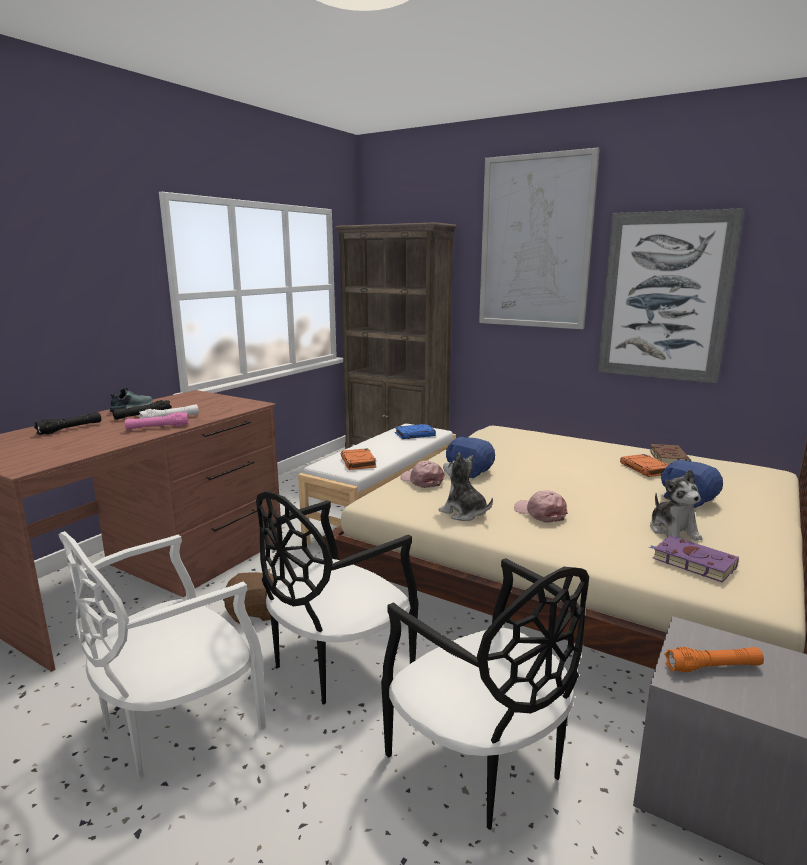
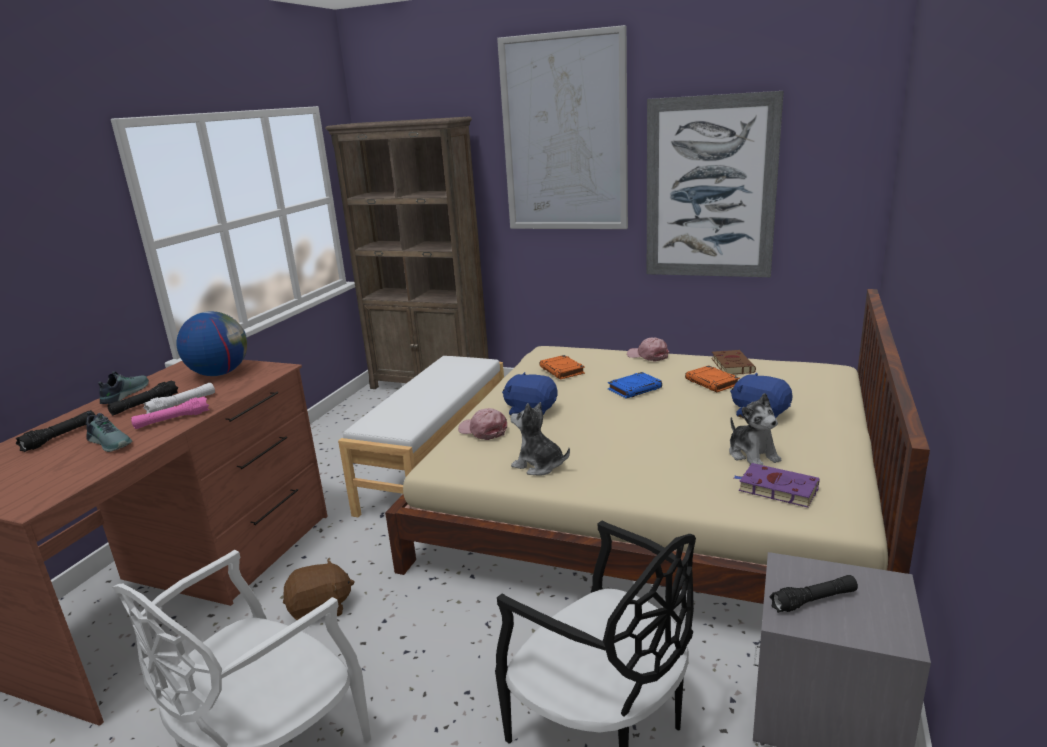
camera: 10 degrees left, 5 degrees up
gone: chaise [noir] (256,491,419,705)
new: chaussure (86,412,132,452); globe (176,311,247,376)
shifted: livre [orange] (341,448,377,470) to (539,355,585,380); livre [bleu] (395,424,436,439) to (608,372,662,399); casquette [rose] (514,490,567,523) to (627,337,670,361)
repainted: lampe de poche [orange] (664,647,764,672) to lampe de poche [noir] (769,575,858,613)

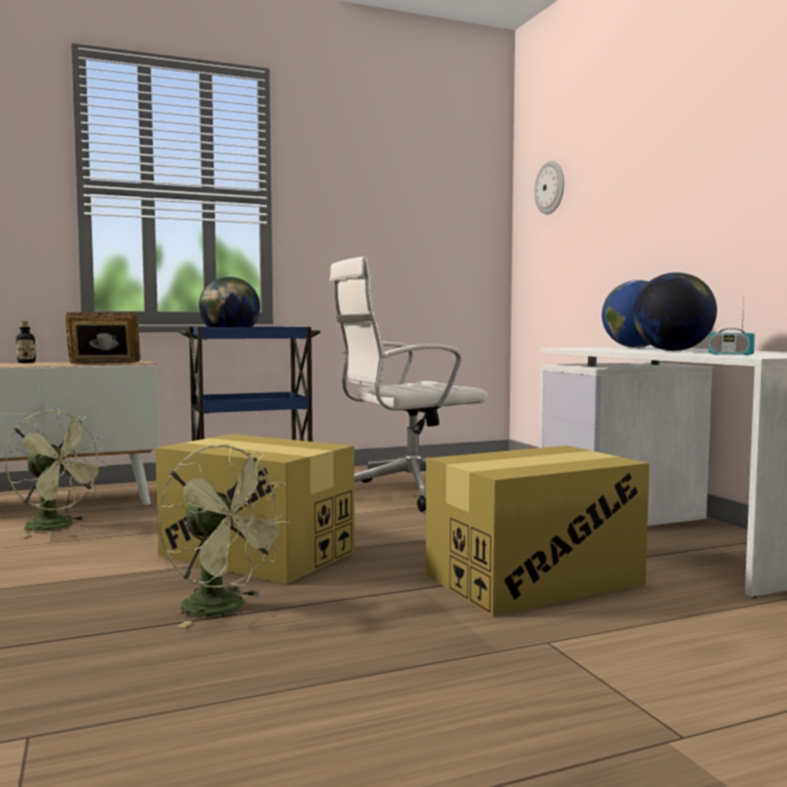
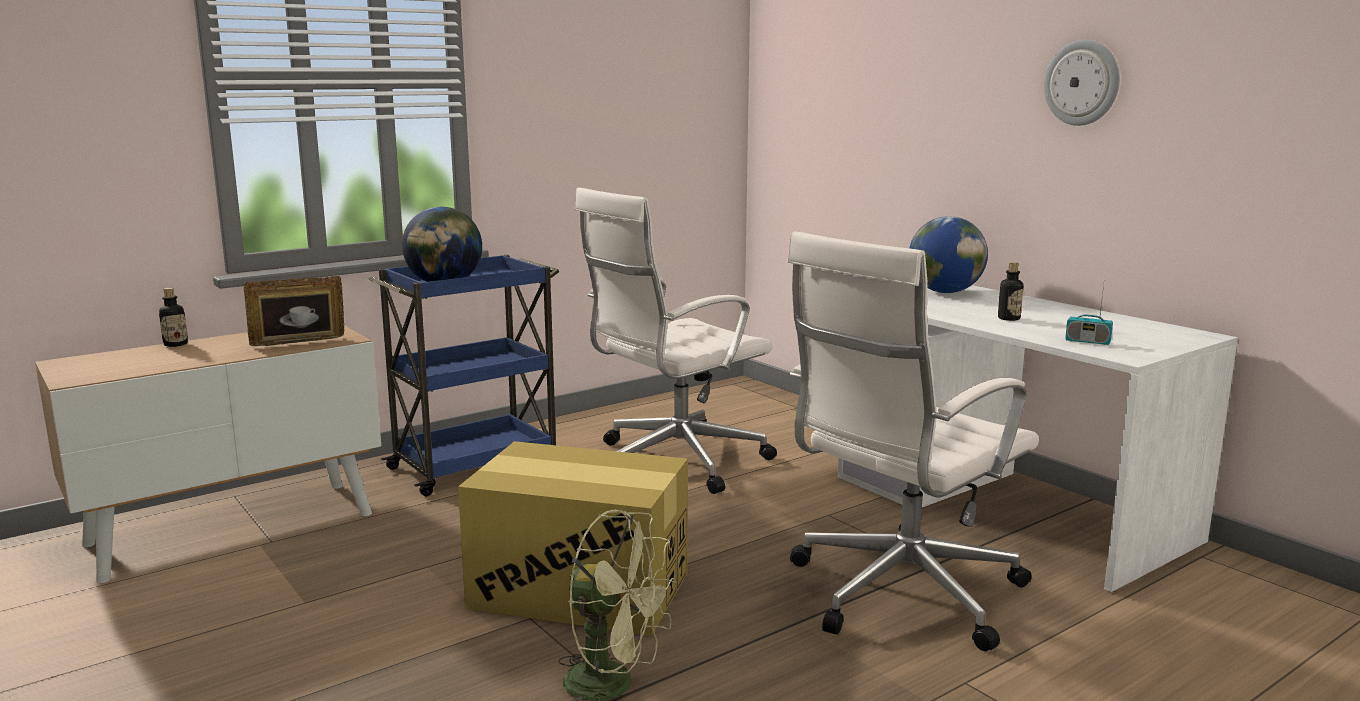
camera: 15 degrees left, 10 degrees up
gone: ventilateur [vert] (5,409,107,536)
shifted: horloge murale (534,161,564,214) to (1044,40,1120,126)
swapped: carton (426,445,649,616) to chaise de bureau [blanc] (787,231,1039,651); globe (633,272,717,351) to bouteille (998,262,1023,321)

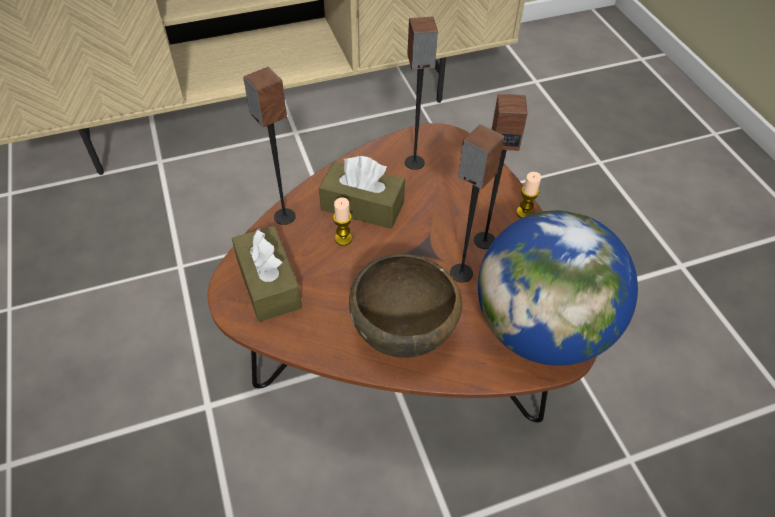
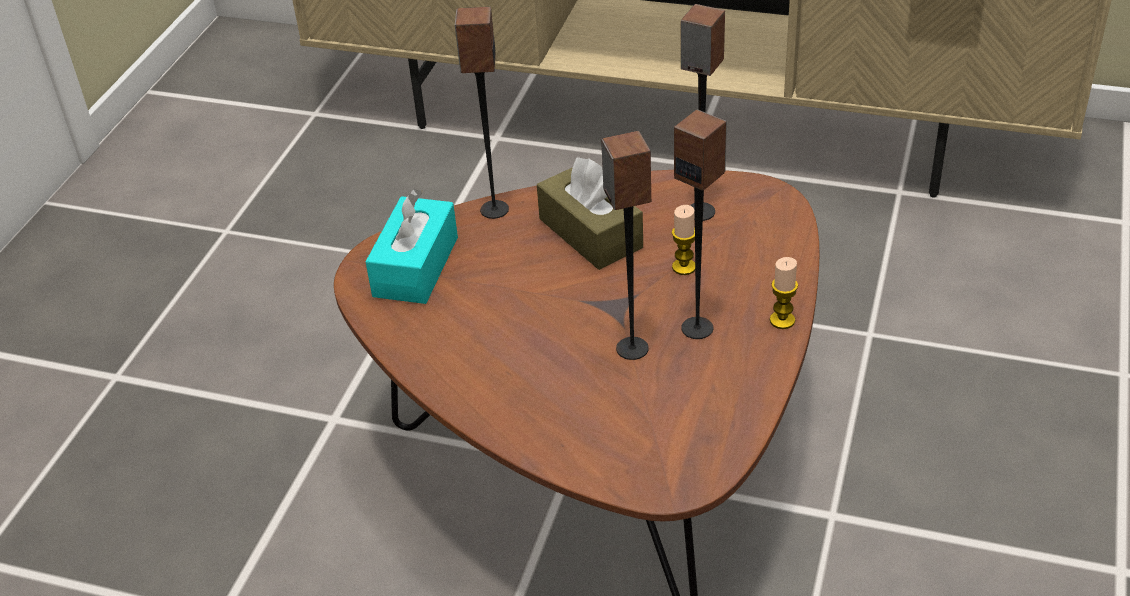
camera: 40 degrees right, 10 degrees down
gone: bol [marron] (349,254,462,358); globe (478,210,638,366)
shifted: bougie (333,197,352,246) to (672,205,695,275)
repainted: boîte à mouchoirs [marron] (232,226,302,322) to boîte à mouchoirs [turquoise] (366,189,458,304)

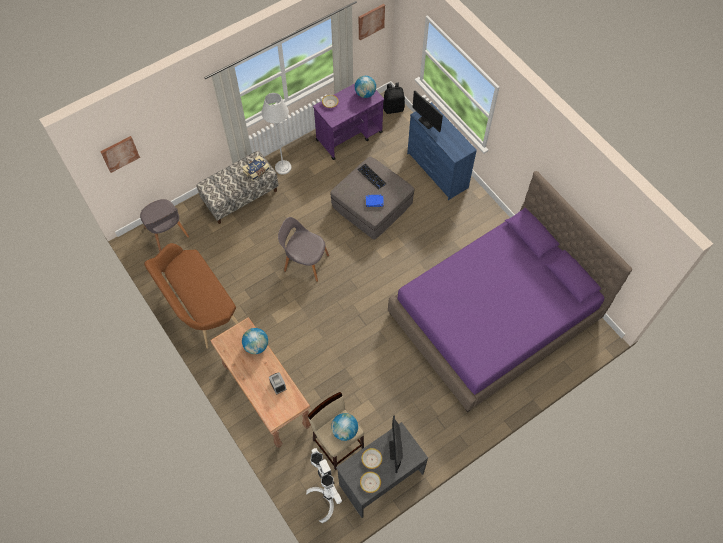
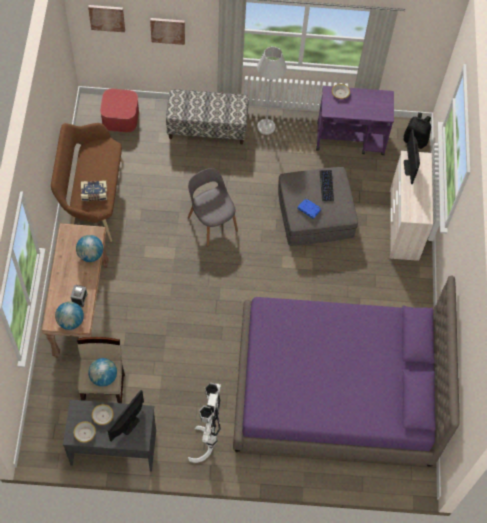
camera: 35 degrees right, 0 degrees up
shifted: livre (242,156,270,181) to (81,180,107,201); lampadaire [blanc] (306,448,342,523) to (188,382,221,463); globe (355,76,376,98) to (55,302,84,330); tableau (359,4,385,40) to (150,18,185,45)
swapped: chaise [gris] (140,199,189,252) to pouf (100,89,139,132)
repainted: commode [bleu] (407,102,477,200) to commode [beige] (389,151,433,261)

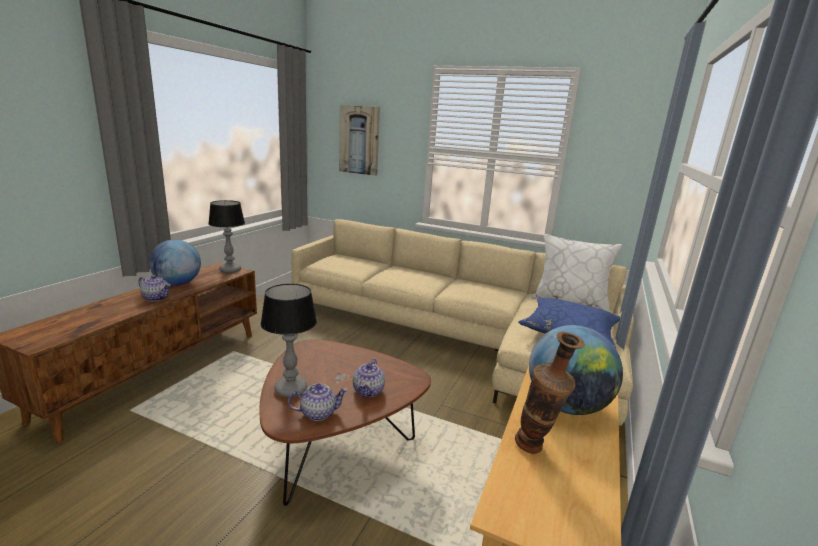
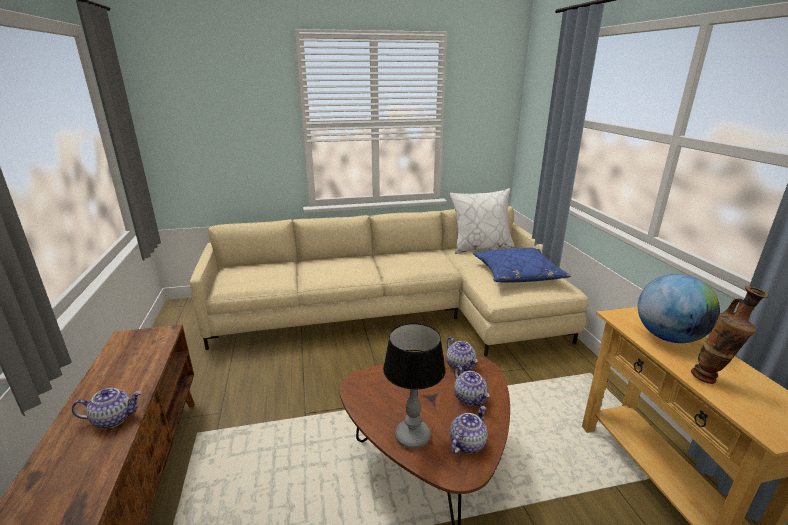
camera: 35 degrees left, 5 degrees up
gone: globe (149,240,201,286); lampe de table (208,200,245,273); tableau (339,105,380,176)
new: théière (446,337,478,372)

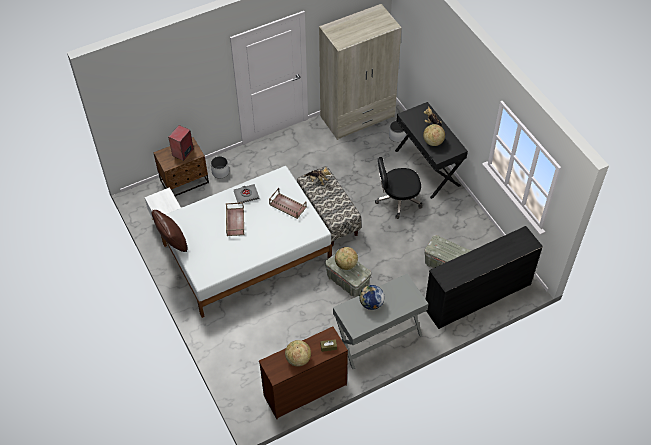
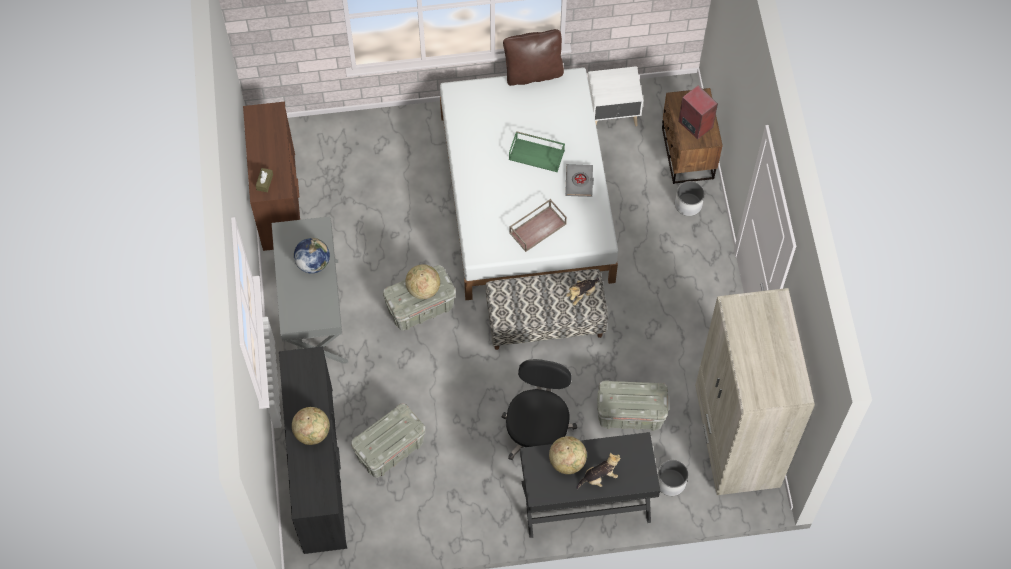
camera: 110 degrees right, 10 degrees up
new: boîte de rangement [gris] (597,380,668,431)
shifted: globe (285,340,311,367) to (292,407,330,445)
repainted: plateau [marron] (226,202,244,236) to plateau [vert] (509,131,565,172)

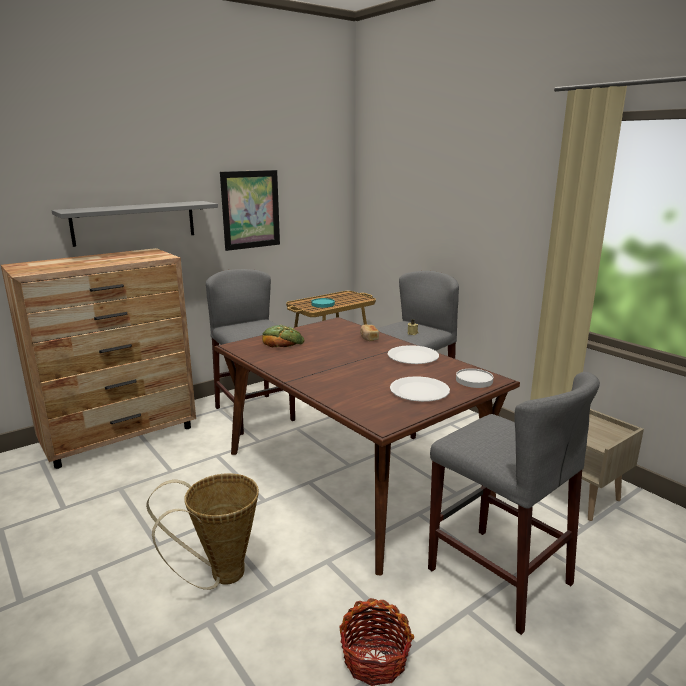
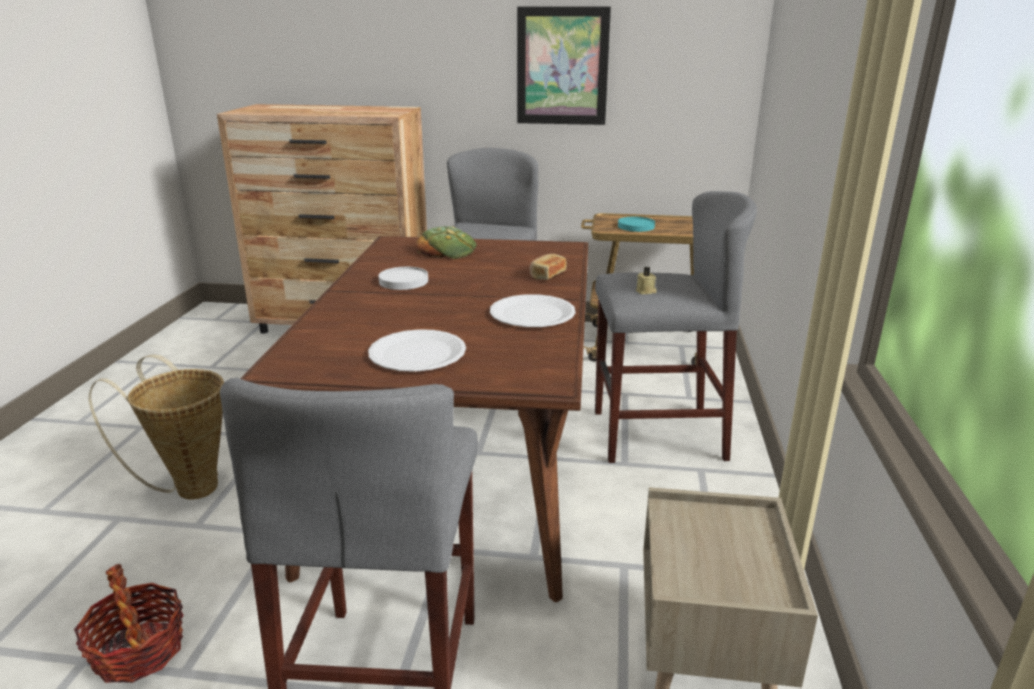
camera: 45 degrees right, 5 degrees up
gone: étagère [gris] (52,201,218,247)
shifted: assiette [blanc] (456,369,494,388) to (379,267,428,290)

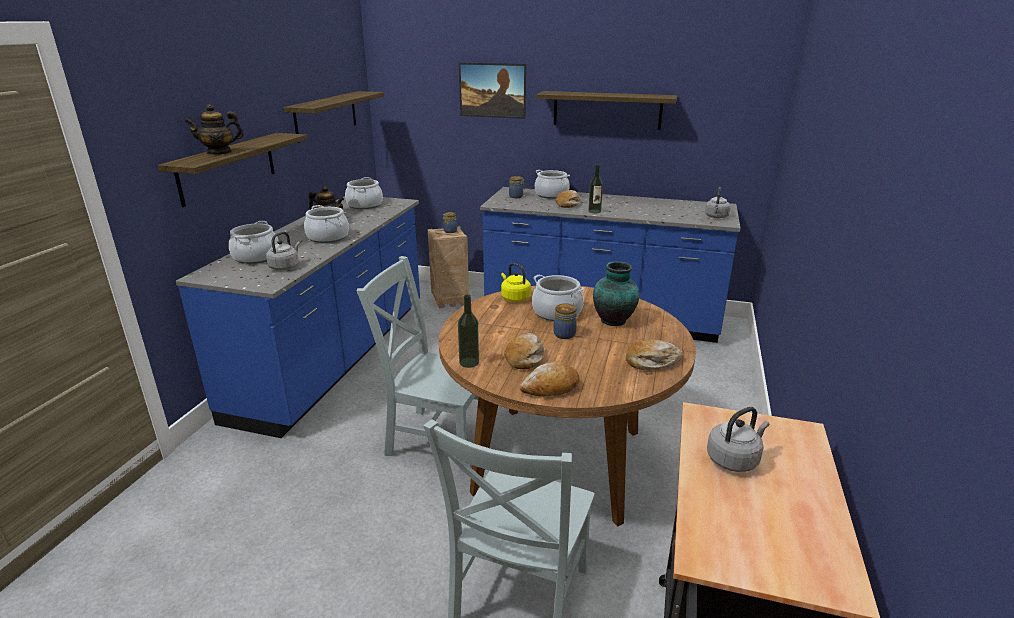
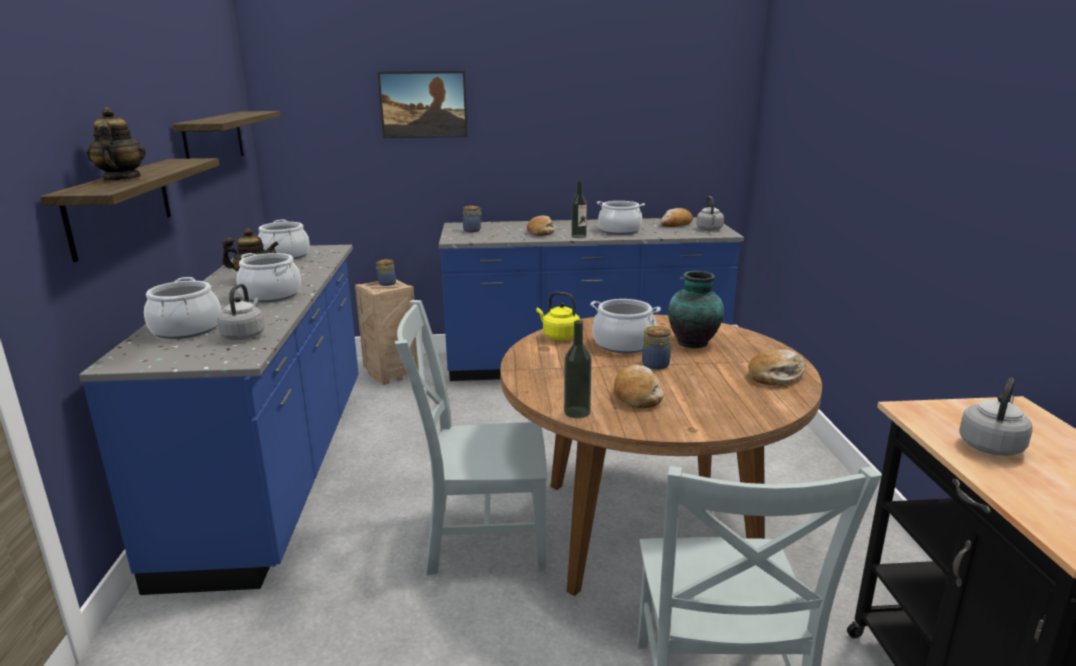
camera: 20 degrees left, 5 degrees down
gone: étagère (536,91,677,130)
shifted: pain (520,361,580,396) to (660,208,693,227); marmite (535,170,570,199) to (597,201,645,235)
rotated: théière (184,104,244,155) = (87,107,146,181) 120 degrees clockwise

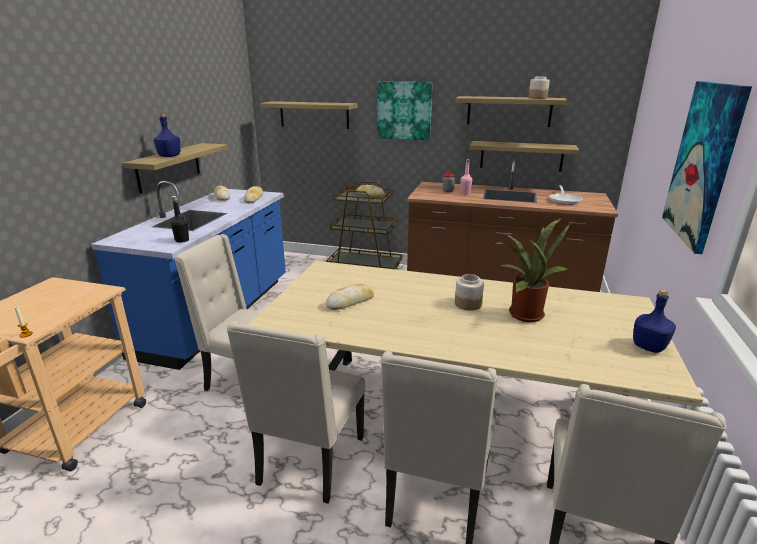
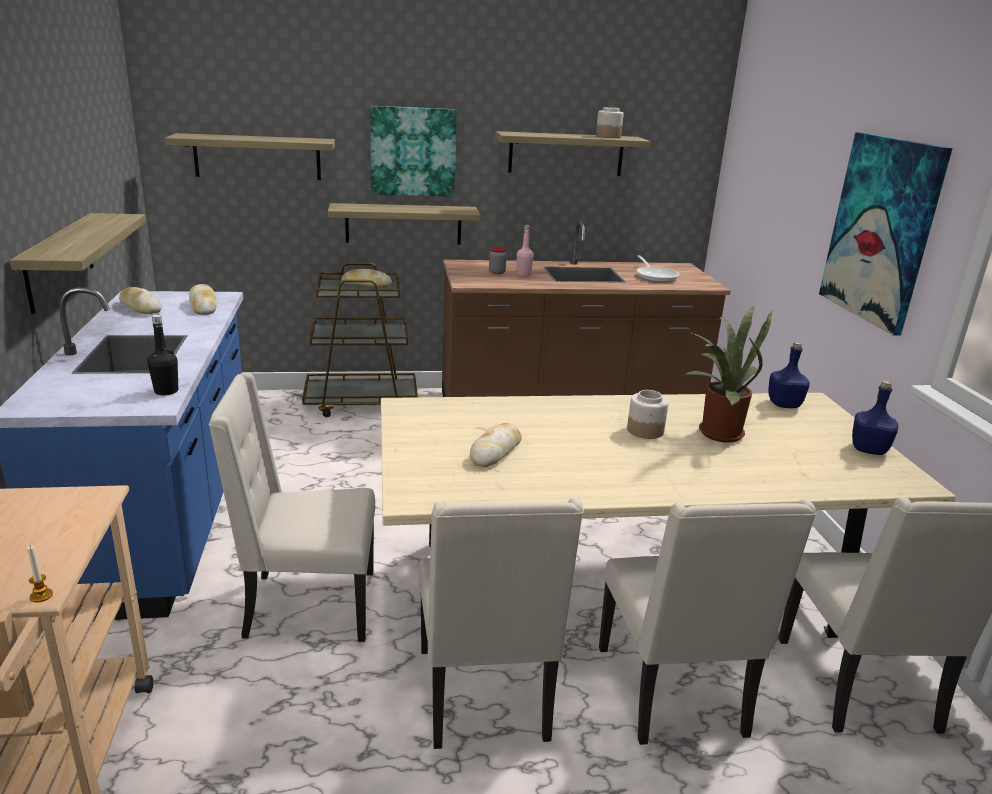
camera: 25 degrees left, 0 degrees up
shifted: bouteille [bleu] (153,114,181,157) to (768,342,810,408); étagère (470,141,579,172) to (328,203,481,245)

